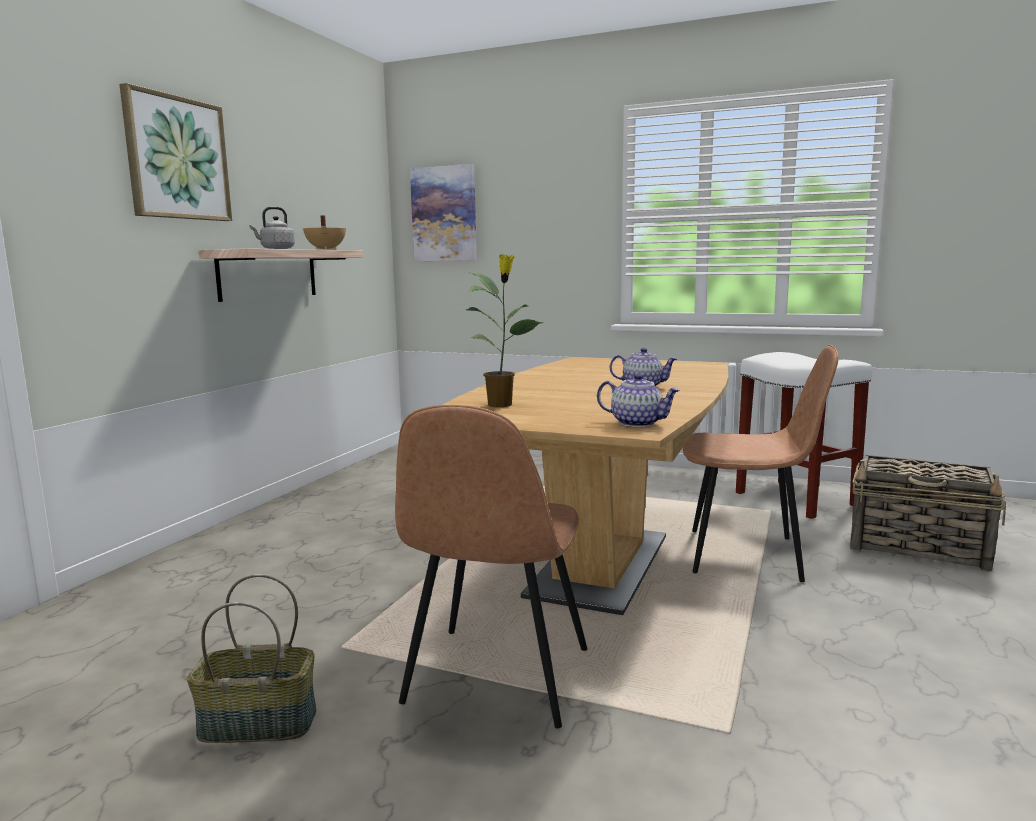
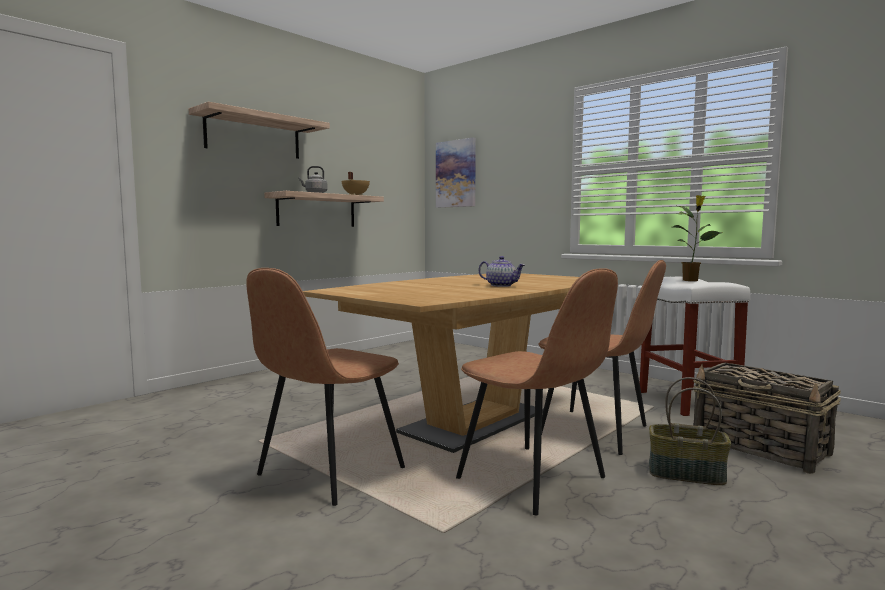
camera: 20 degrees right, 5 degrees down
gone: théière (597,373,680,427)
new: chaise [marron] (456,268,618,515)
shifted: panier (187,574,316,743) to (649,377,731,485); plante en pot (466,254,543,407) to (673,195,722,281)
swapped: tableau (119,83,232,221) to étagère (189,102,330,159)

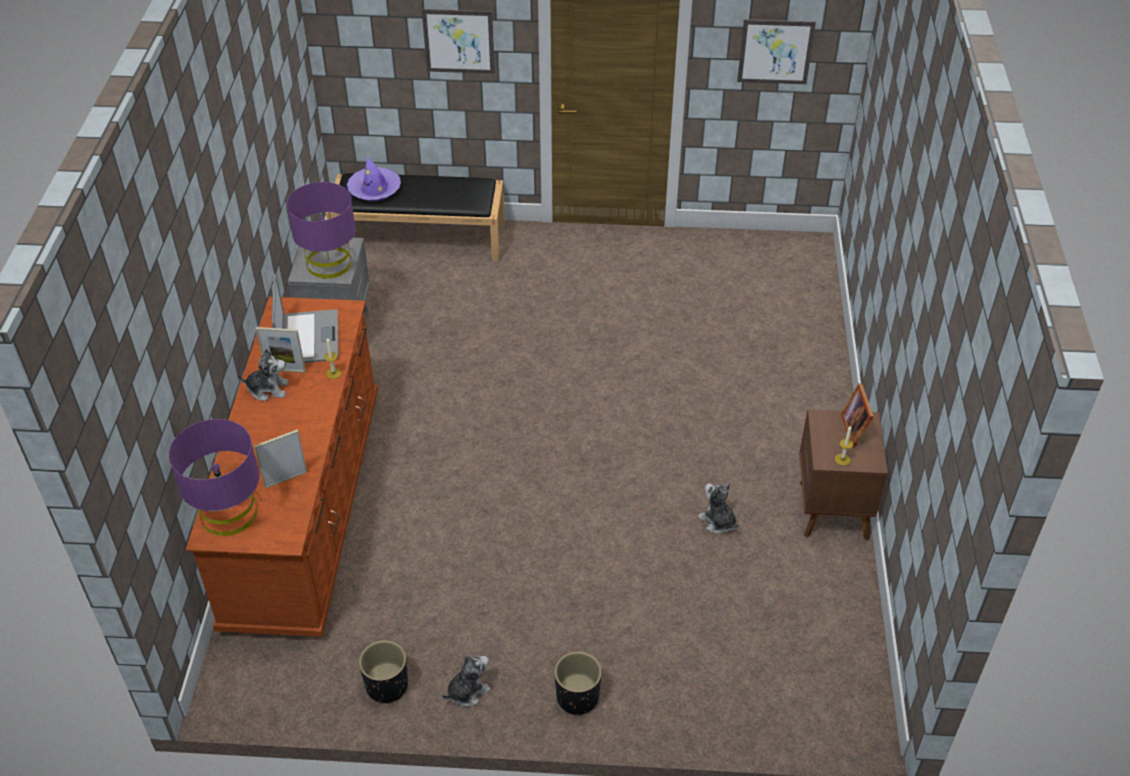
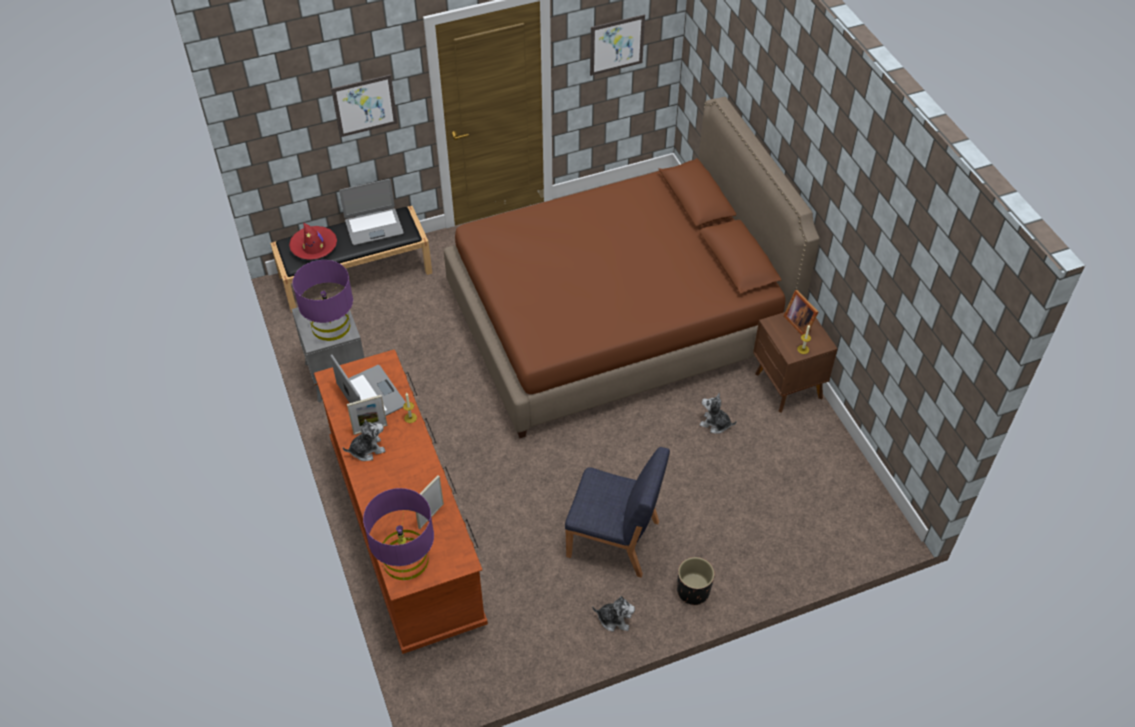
camera: 25 degrees left, 5 degrees up
gone: cache-pot [noir] (359,640,408,703)
new: ordinateur portable (339,179,404,245); lit [marron] (444,97,820,438); chaise [bleu] (565,447,670,578)
repainted: chapeau [violet] (347,157,401,201) to chapeau [rouge] (289,222,337,260)
rotated: peluche (442,655,491,707) = (592,596,635,632) 75 degrees clockwise

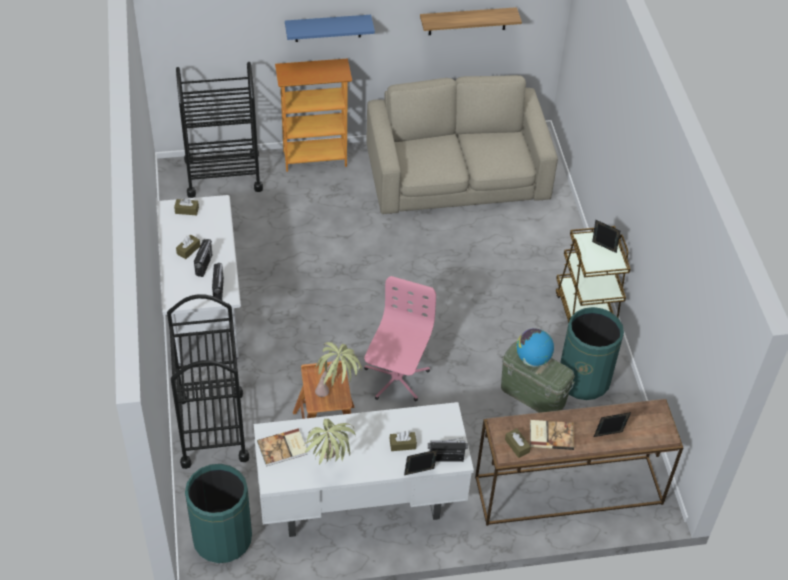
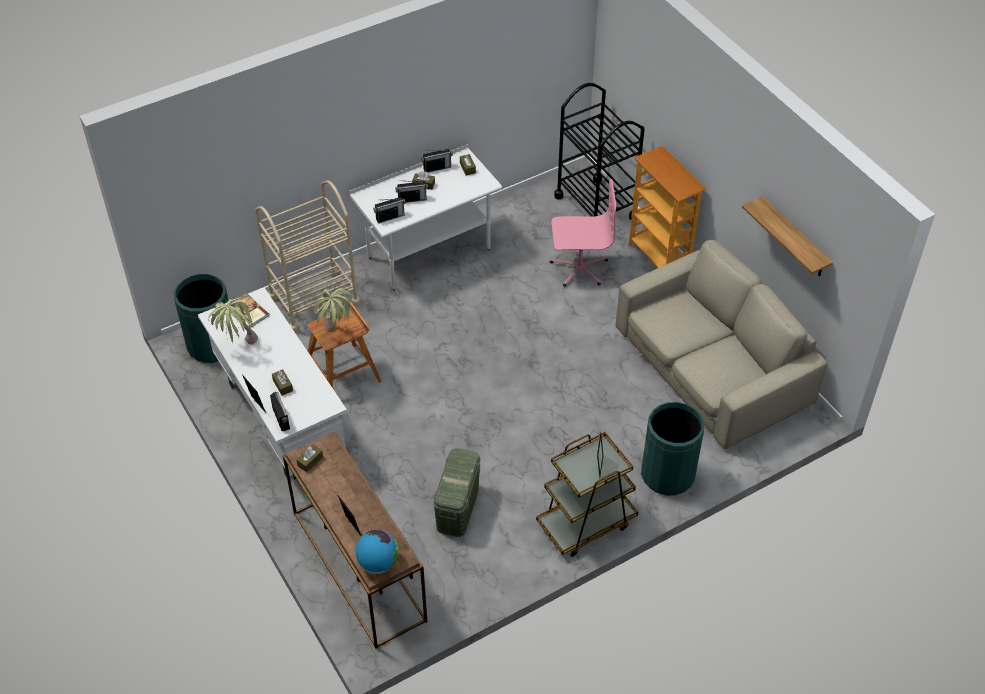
camera: 70 degrees right, 0 degrees up
gone: étagère [bleu] (285,15,375,42); livre (530,420,574,450)
new: radio (421,149,453,173)
shifted: chaise de bureau [rose] (364,276,436,402) to (550,179,617,287); globe (516,328,554,367) to (356,530,399,574); poubelle [vert] (560,307,624,400) to (641,402,704,496)
repainted: chariot [noir] (167,294,249,469) to chariot [beige] (255,180,361,333)

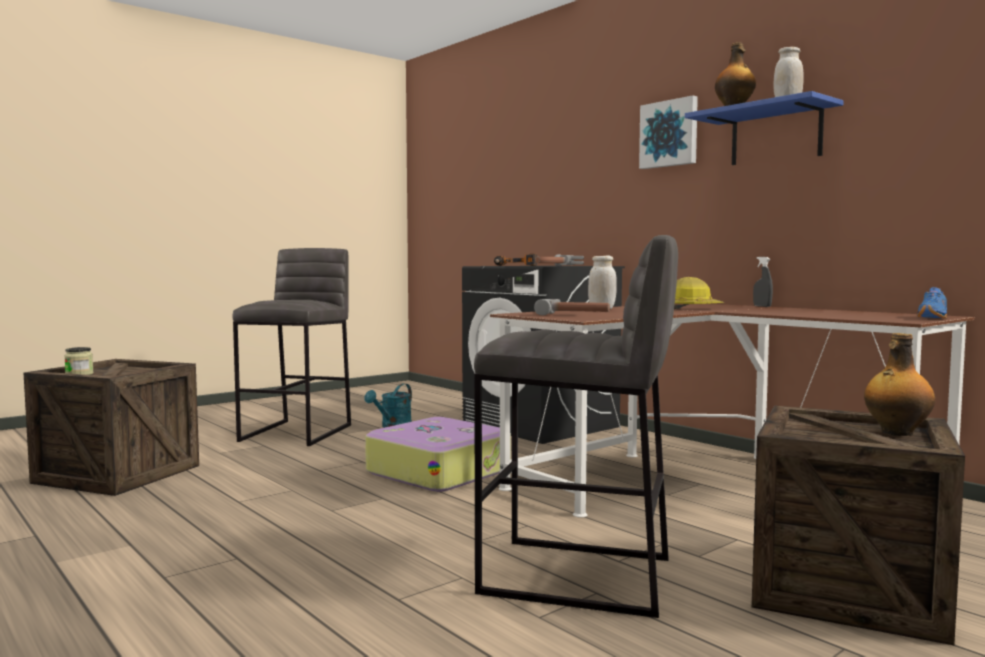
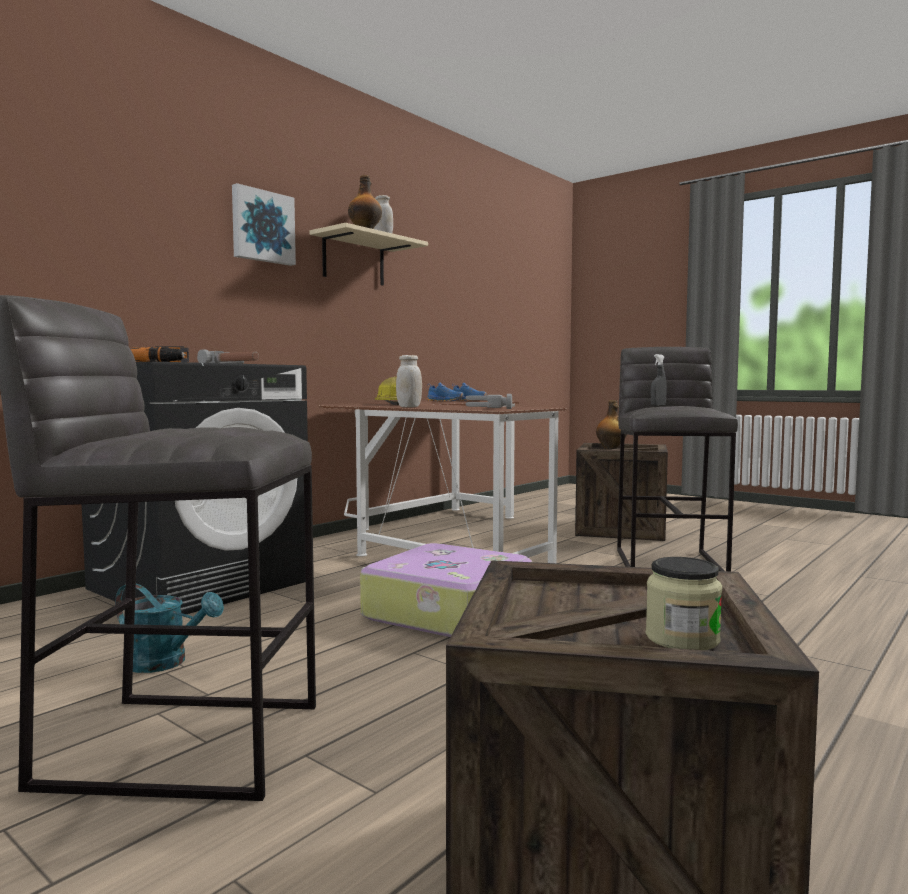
camera: 100 degrees left, 0 degrees up
new: chaussure [bleu] (427,383,464,401)
shifted: vaporisateur [gris] (753,257,773,307) to (651,354,667,406)
repainted: étagère [bleu] (685,91,843,165) to étagère [beige] (310,223,428,285)

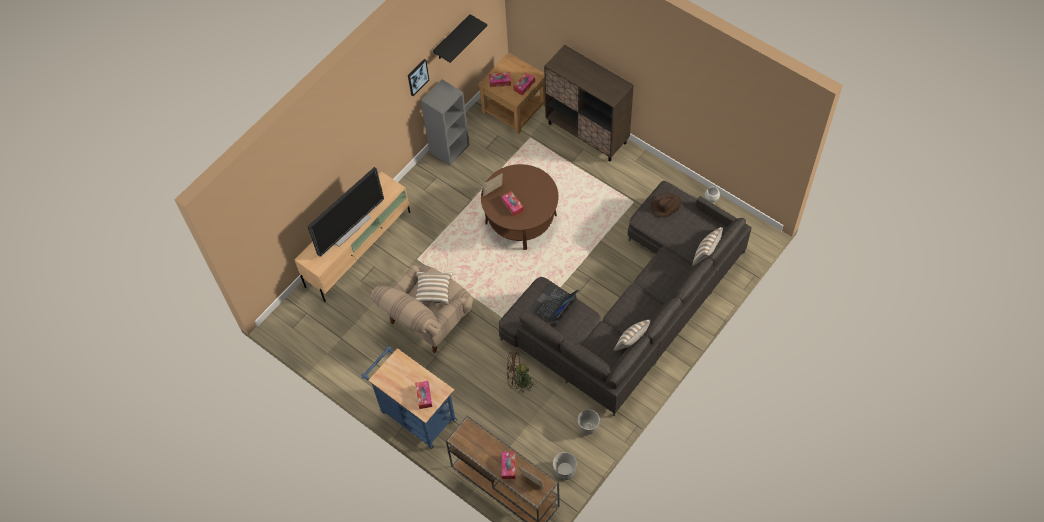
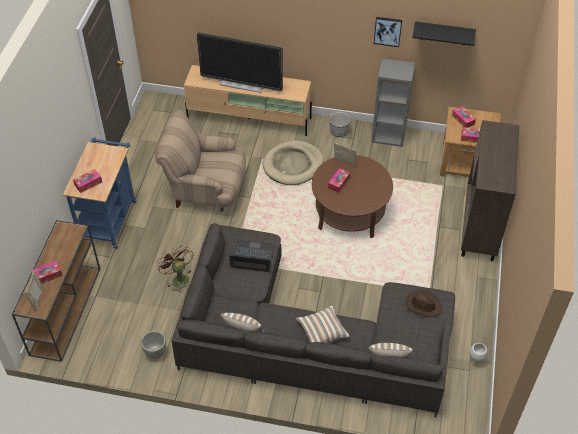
camera: 60 degrees right, 10 degrees down
new: panier pour chien [beige] (262,140,324,185)
shifted: coussin (415,272,452,305) to (296,305,350,343); cache-pot (553,452,577,480) to (329,112,350,137)

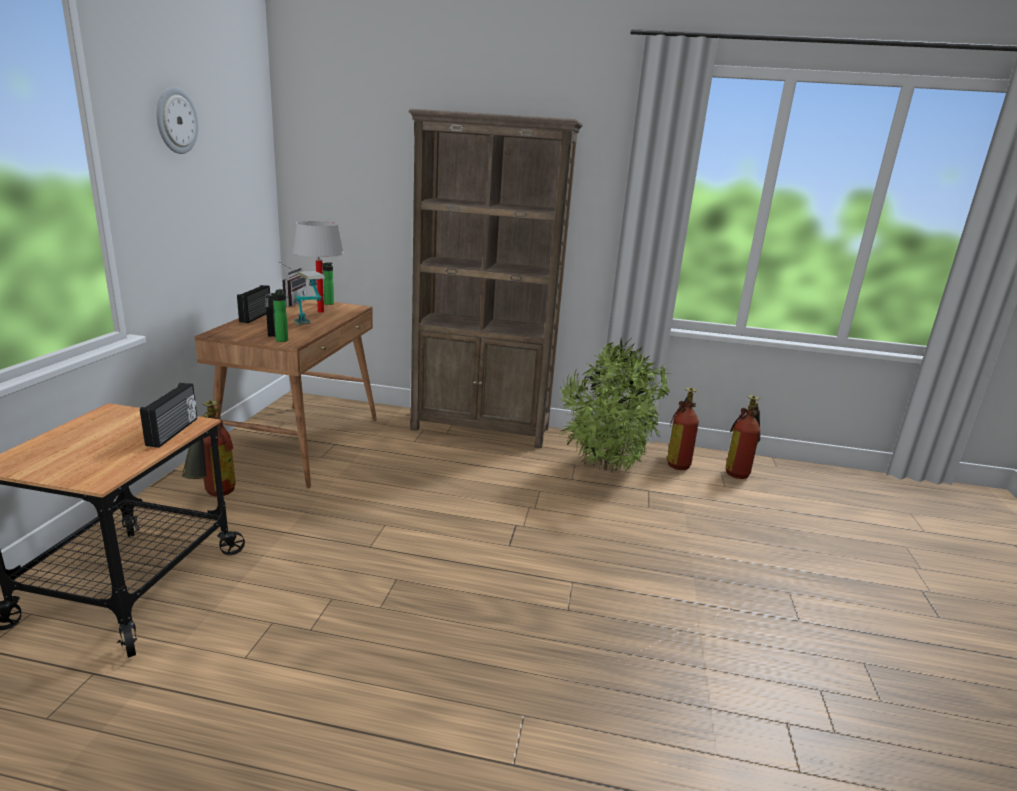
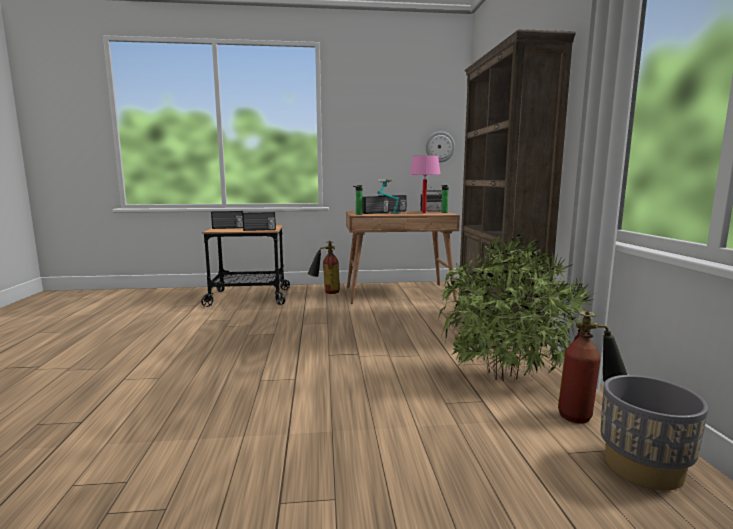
camera: 75 degrees right, 10 degrees down
new: radio (211,211,243,229)
shifted: horloge murale (156,87,198,154) to (425,131,455,163)
swapped: extincteur (726,395,760,479) to cache-pot [gris] (601,375,708,490)
repainted: lampe de table [blanc] (293,221,344,313) to lampe de table [rose] (409,155,441,213)

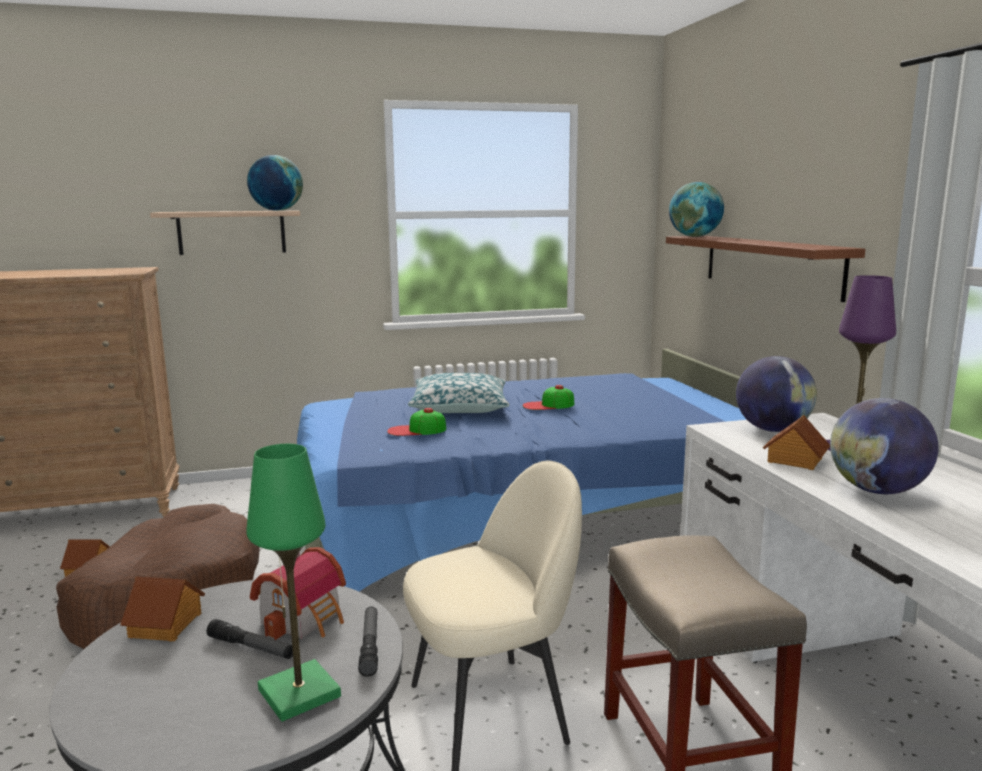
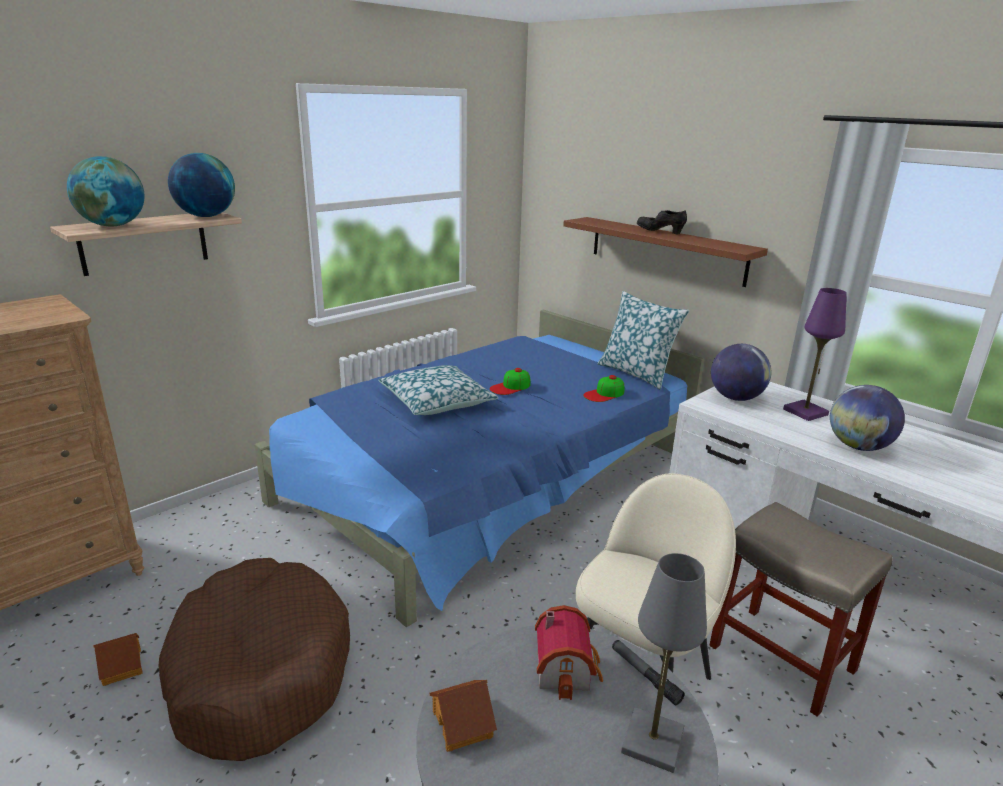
camera: 30 degrees left, 10 degrees up
gone: lampe de poche (207,619,293,659); maison miniature (763,415,830,470)
new: coussin (598,291,689,389); chaussure [noir] (637,210,687,234)
shifted: casquette (387,408,446,436) to (583,375,624,402); globe (669,182,724,237) to (67,156,144,226)
repainted: lampe de table [vert] (246,444,341,722) to lampe de table [gris] (621,553,707,773)

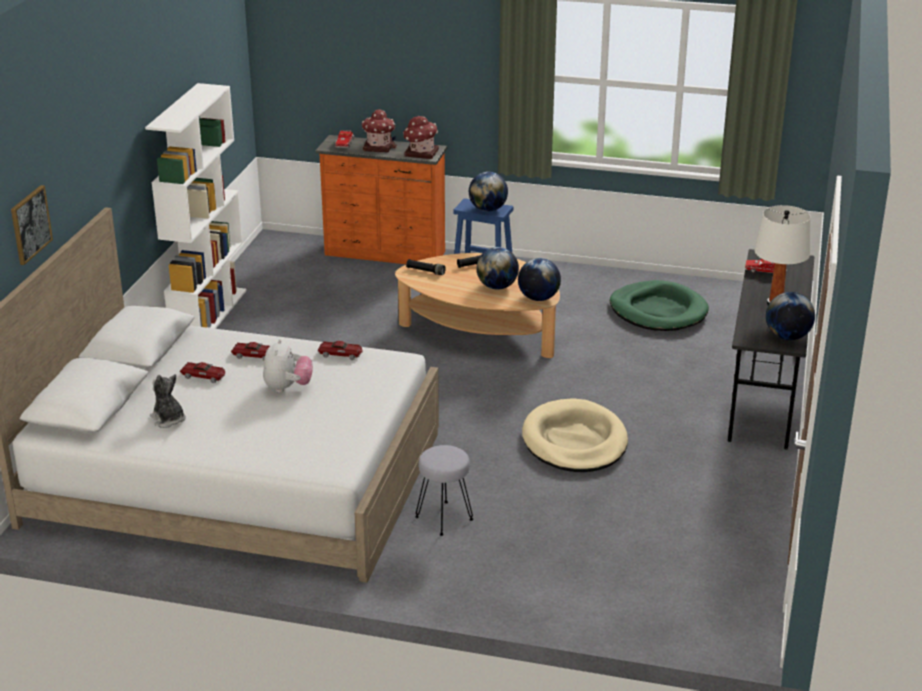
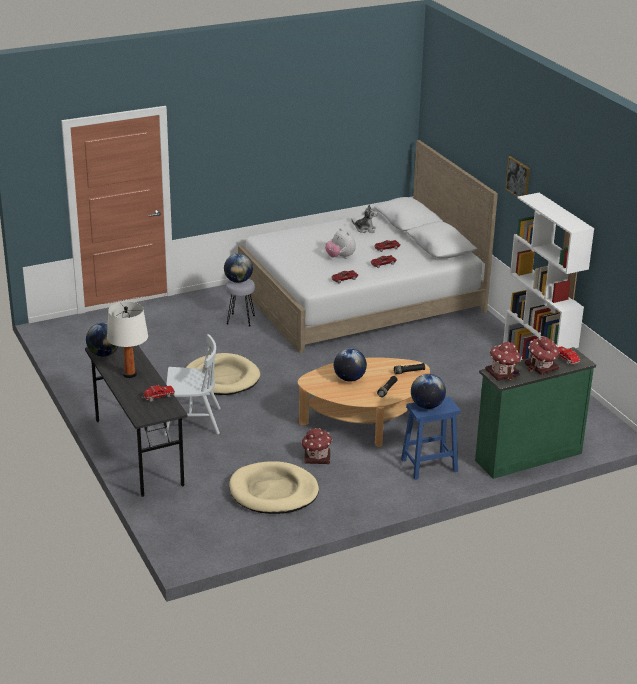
camera: 140 degrees right, 0 degrees up
new: chaise [blanc] (164,334,221,436); maison miniature (301,428,333,464)
shifted: tableau (11,185,53,265) to (505,156,530,197); globe (518,258,561,301) to (224,254,253,283)
repainted: commode [orange] (316,135,447,264) to commode [vert] (475,347,596,479); panier pour chien [vert] (610,280,709,331) to panier pour chien [beige] (229,461,319,514)

